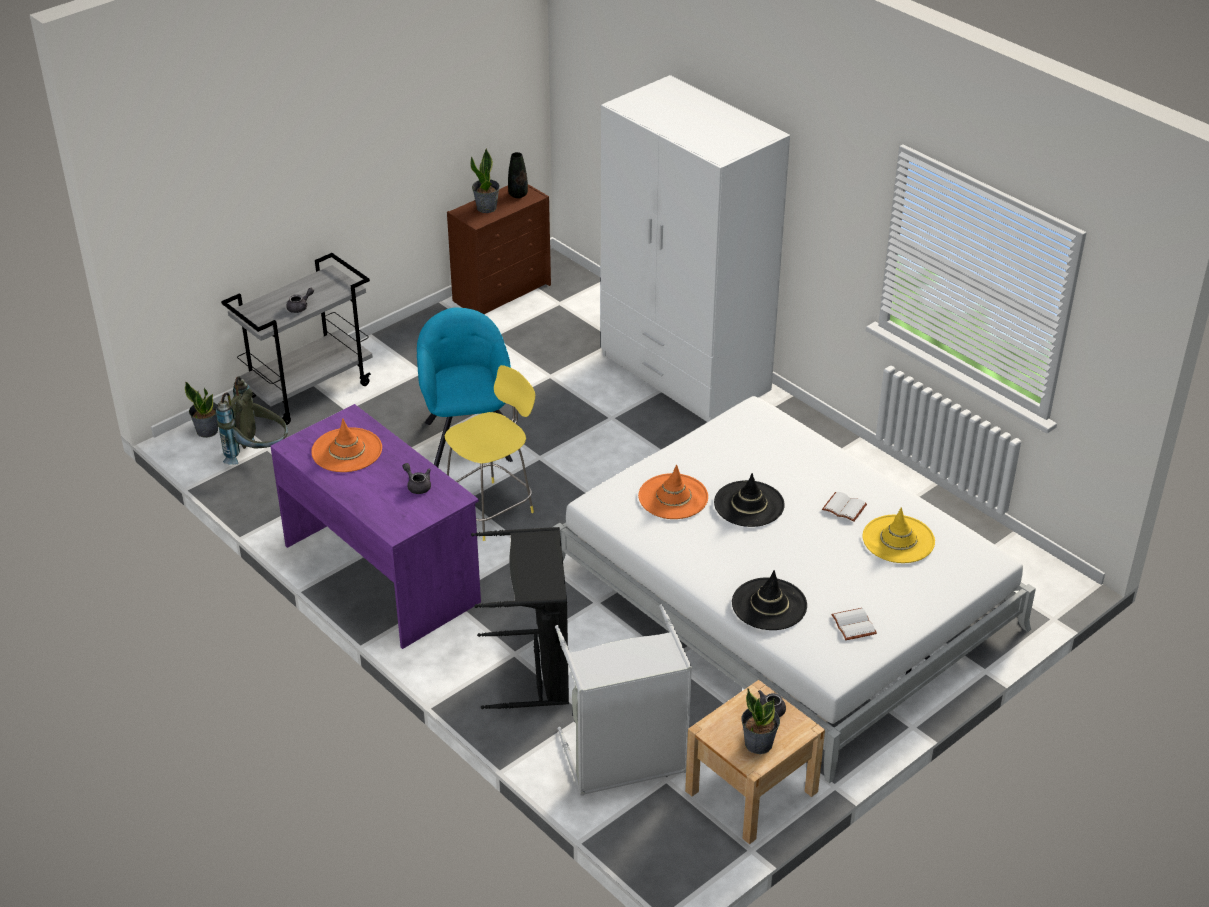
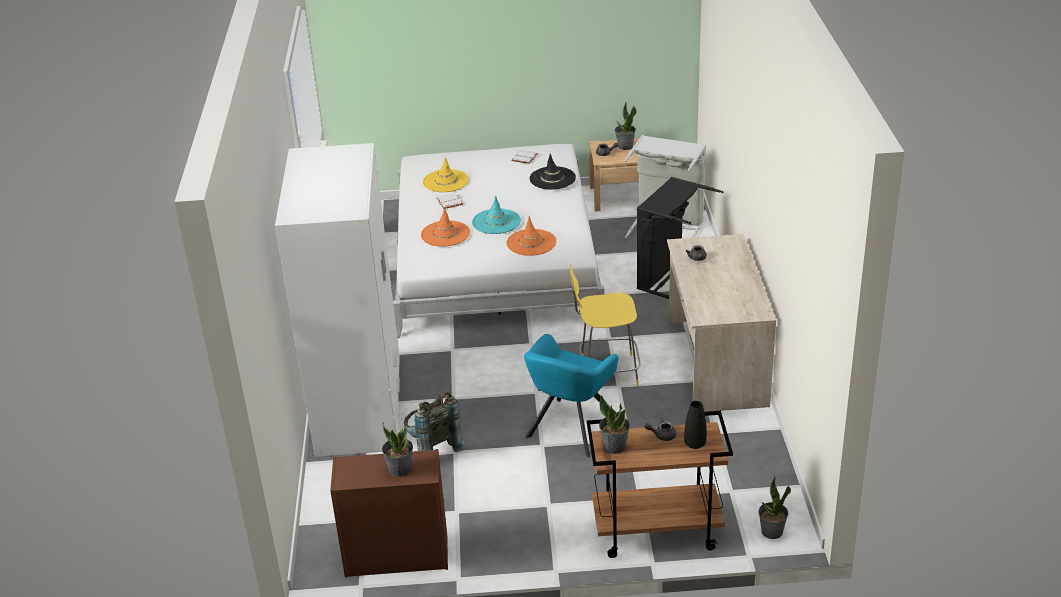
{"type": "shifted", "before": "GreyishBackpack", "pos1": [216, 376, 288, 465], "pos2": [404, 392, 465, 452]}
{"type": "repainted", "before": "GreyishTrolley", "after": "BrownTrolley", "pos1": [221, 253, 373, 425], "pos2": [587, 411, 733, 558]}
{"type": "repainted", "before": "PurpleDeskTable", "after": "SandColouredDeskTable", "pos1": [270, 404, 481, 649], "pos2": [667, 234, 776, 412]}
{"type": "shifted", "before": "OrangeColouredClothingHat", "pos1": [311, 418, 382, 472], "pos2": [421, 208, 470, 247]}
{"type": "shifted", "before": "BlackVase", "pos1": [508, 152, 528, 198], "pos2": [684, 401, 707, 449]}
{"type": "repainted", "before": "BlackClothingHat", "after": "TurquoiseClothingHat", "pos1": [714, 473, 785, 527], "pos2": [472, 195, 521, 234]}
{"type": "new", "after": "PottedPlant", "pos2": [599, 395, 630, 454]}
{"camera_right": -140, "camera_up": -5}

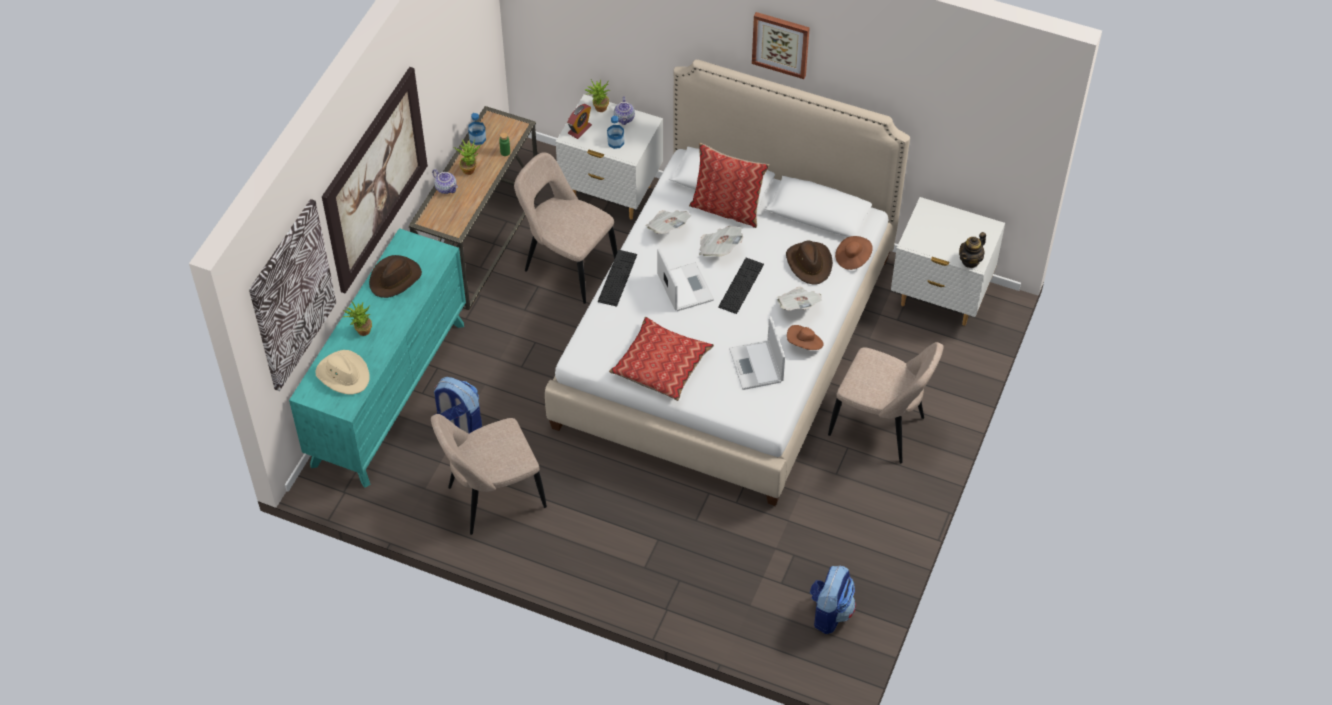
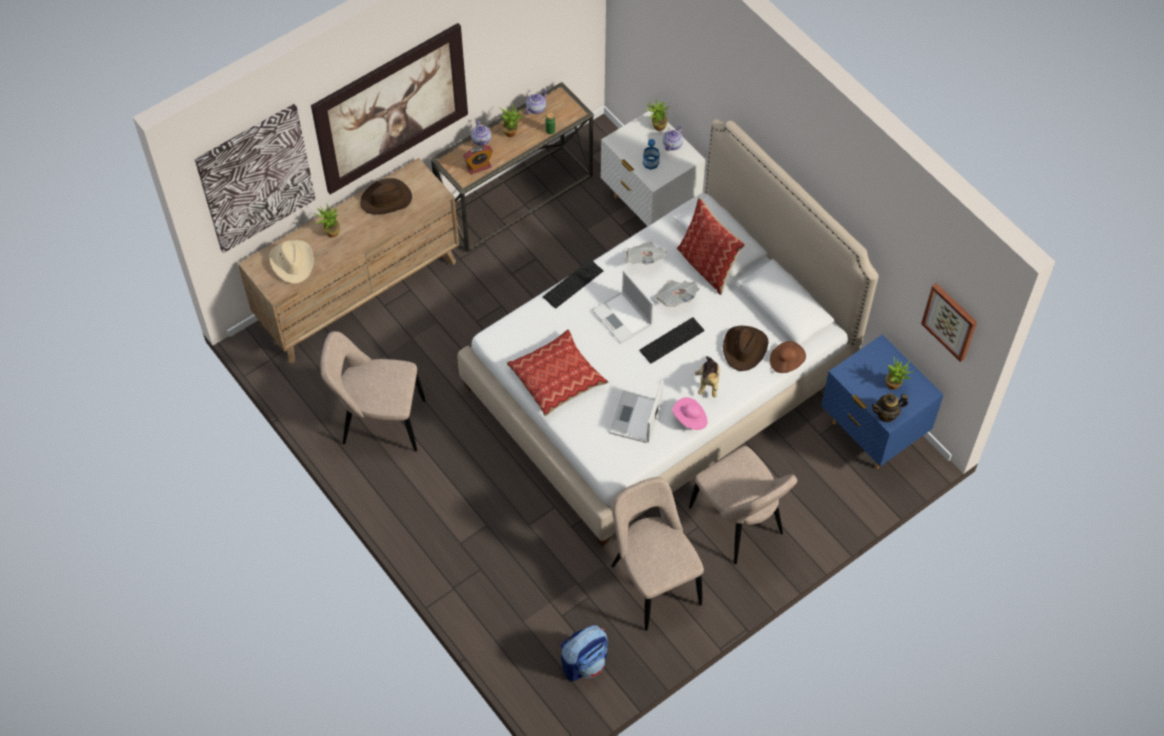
{"type": "repainted", "before": "TurquoiseChestOfDrawers", "after": "BrownChestOfDrawers", "pos1": [289, 228, 466, 488], "pos2": [238, 158, 459, 363]}
{"type": "gone", "before": "Backpack", "pos1": [434, 377, 482, 434]}
{"type": "swapped", "before": "Bottle", "after": "PotForTea", "pos1": [468, 113, 486, 145], "pos2": [525, 89, 547, 115]}
{"type": "shifted", "before": "SandColouredPlainChair", "pos1": [514, 152, 617, 304], "pos2": [611, 477, 704, 631]}
{"type": "shifted", "before": "TableClock", "pos1": [567, 104, 592, 139], "pos2": [463, 145, 493, 175]}
{"type": "rotated", "before": "PortableComputer", "pos1": [657, 248, 714, 311], "pos2": [592, 270, 654, 344], "turn": 135}
{"type": "shifted", "before": "Picture", "pos1": [752, 12, 810, 79], "pos2": [921, 283, 977, 362]}
{"type": "swapped", "before": "PrintedPaper", "after": "CuddlyToy", "pos1": [777, 287, 822, 310], "pos2": [695, 356, 720, 397]}
{"type": "repainted", "before": "BrownClothingHat", "after": "PinkColouredClothingHat", "pos1": [787, 325, 823, 350], "pos2": [672, 397, 707, 430]}
{"type": "repainted", "before": "WhiteBedsideTable", "after": "BluishBedsideTable", "pos1": [891, 197, 1005, 326], "pos2": [821, 334, 944, 469]}
{"type": "new", "after": "PottedPlant", "pos2": [886, 356, 914, 390]}
{"camera_right": 30, "camera_up": 5}

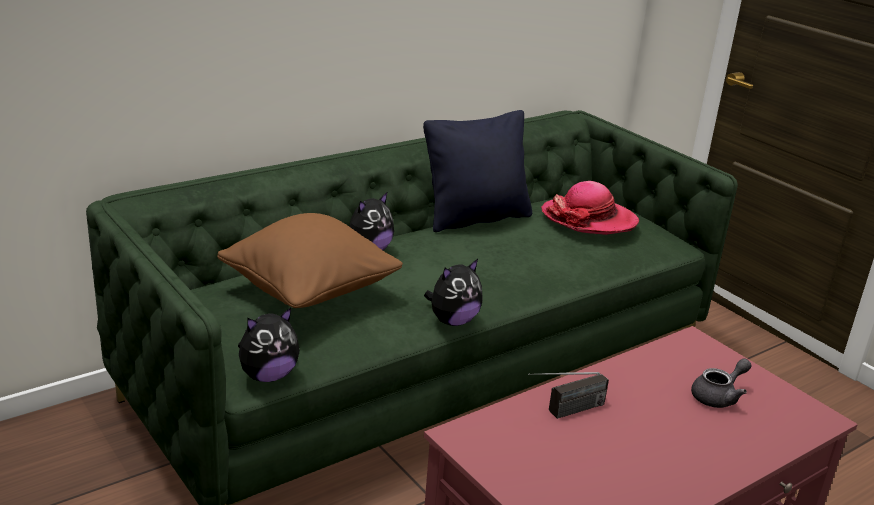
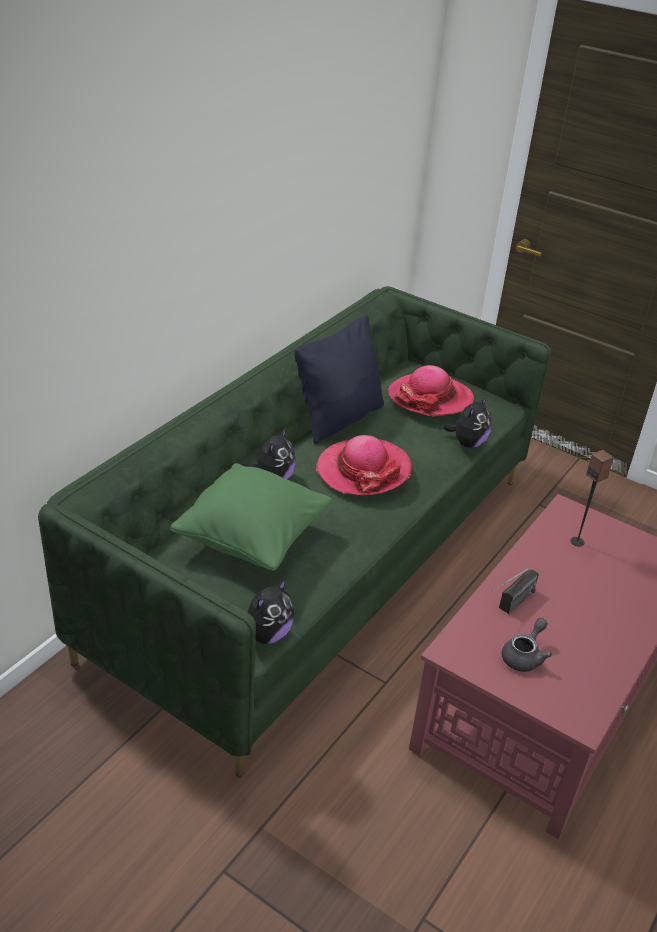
{"type": "repainted", "before": "BrownCushion", "after": "GreenCushion", "pos1": [217, 213, 403, 308], "pos2": [170, 463, 332, 570]}
{"type": "shifted", "before": "CuddlyToy", "pos1": [424, 259, 483, 326], "pos2": [443, 396, 492, 448]}
{"type": "shifted", "before": "GreyishPotForTea", "pos1": [691, 358, 751, 408], "pos2": [502, 618, 552, 672]}
{"type": "new", "after": "ClothingHat", "pos2": [316, 435, 412, 495]}
{"type": "new", "after": "Loudspeaker", "pos2": [570, 450, 614, 547]}
{"camera_right": -20, "camera_up": 10}

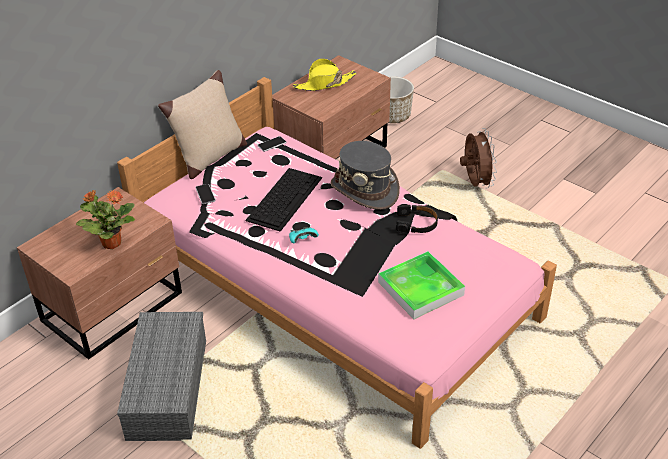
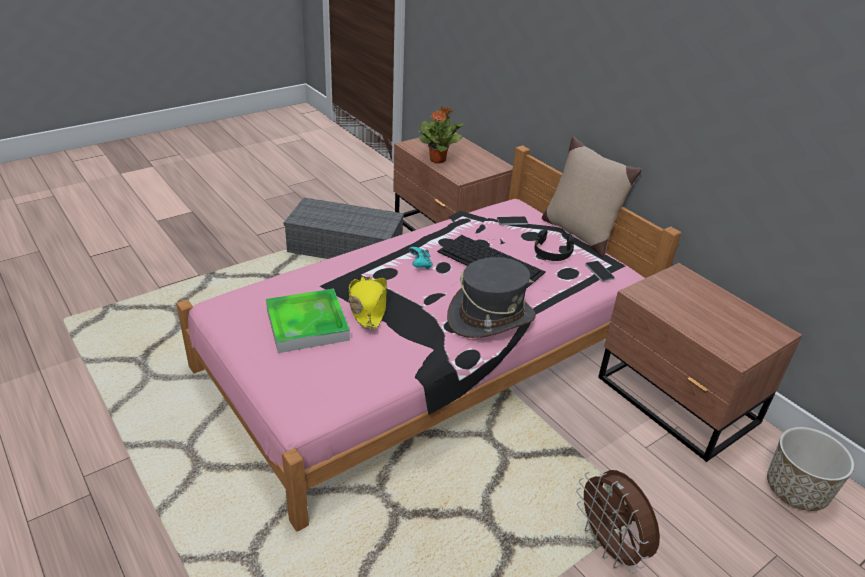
{"type": "shifted", "before": "YellowColouredClothingHat", "pos1": [293, 58, 357, 91], "pos2": [348, 276, 387, 330]}
{"type": "shifted", "before": "BlackHeadphones", "pos1": [396, 204, 438, 233], "pos2": [534, 229, 574, 261]}
{"type": "rotated", "before": "BrownElectricFan", "pos1": [460, 128, 497, 189], "pos2": [576, 470, 660, 573], "turn": 60}
{"camera_right": 100, "camera_up": -5}

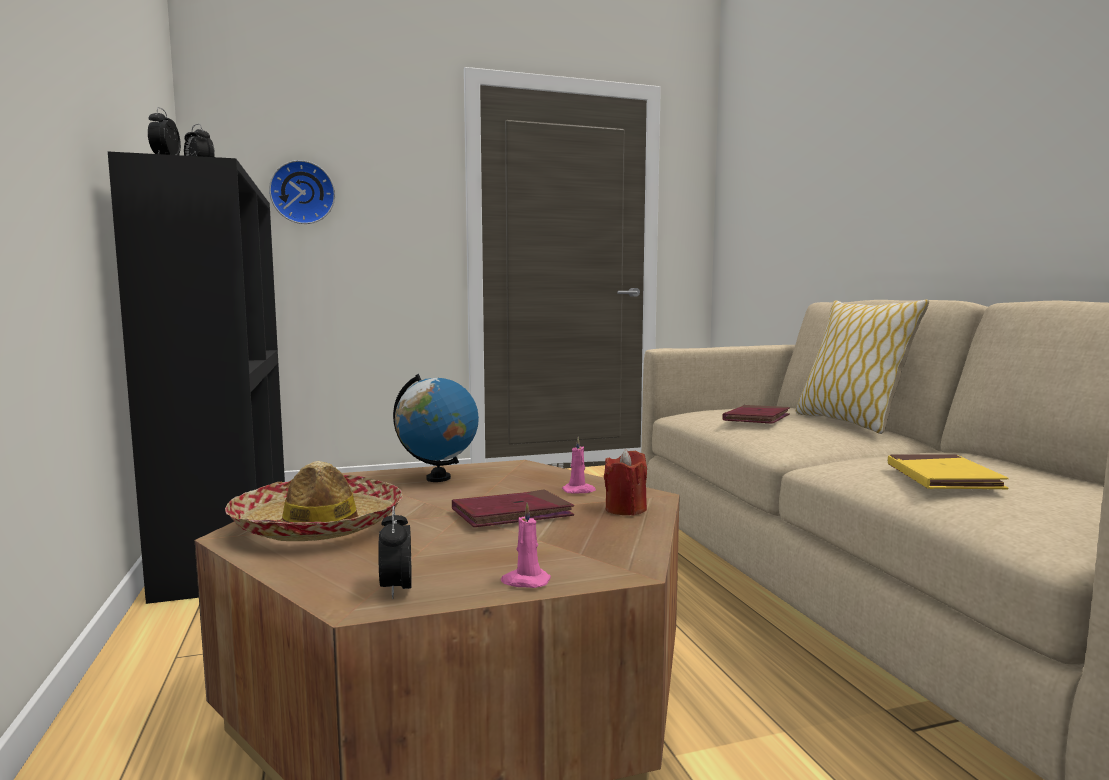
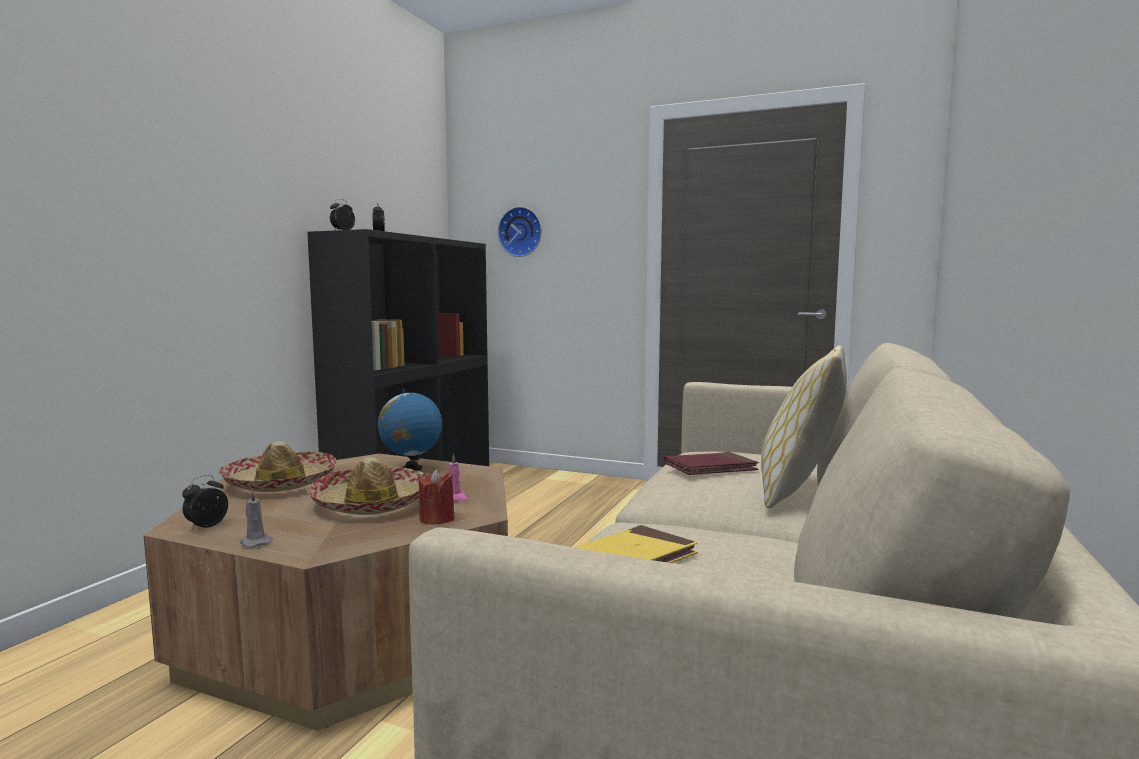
{"type": "swapped", "before": "ReddishVolume", "after": "ClothingHat", "pos1": [452, 489, 574, 527], "pos2": [307, 457, 428, 515]}
{"type": "repainted", "before": "PinkColouredWaxLight", "after": "GreyishWaxLight", "pos1": [501, 503, 551, 588], "pos2": [240, 489, 273, 548]}
{"camera_right": 40, "camera_up": 0}

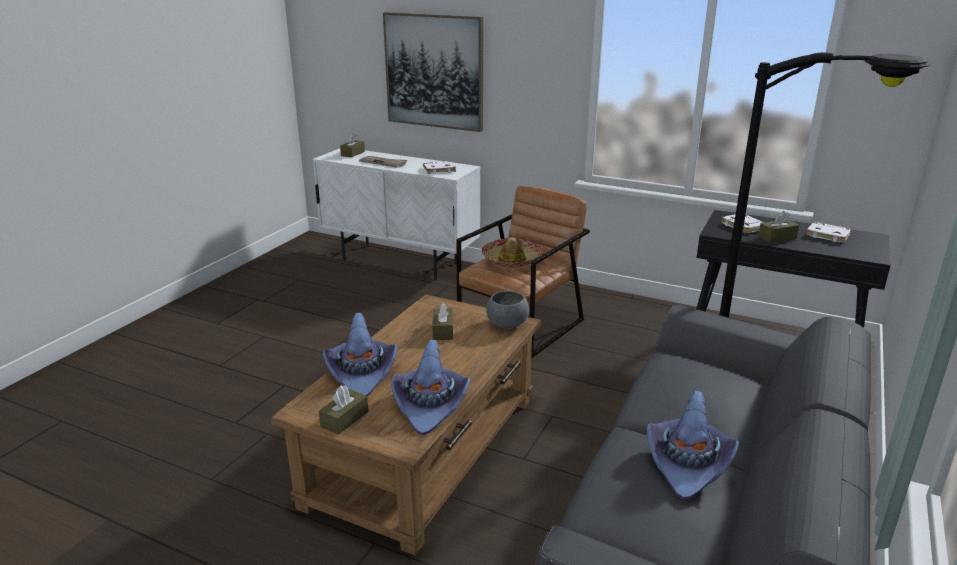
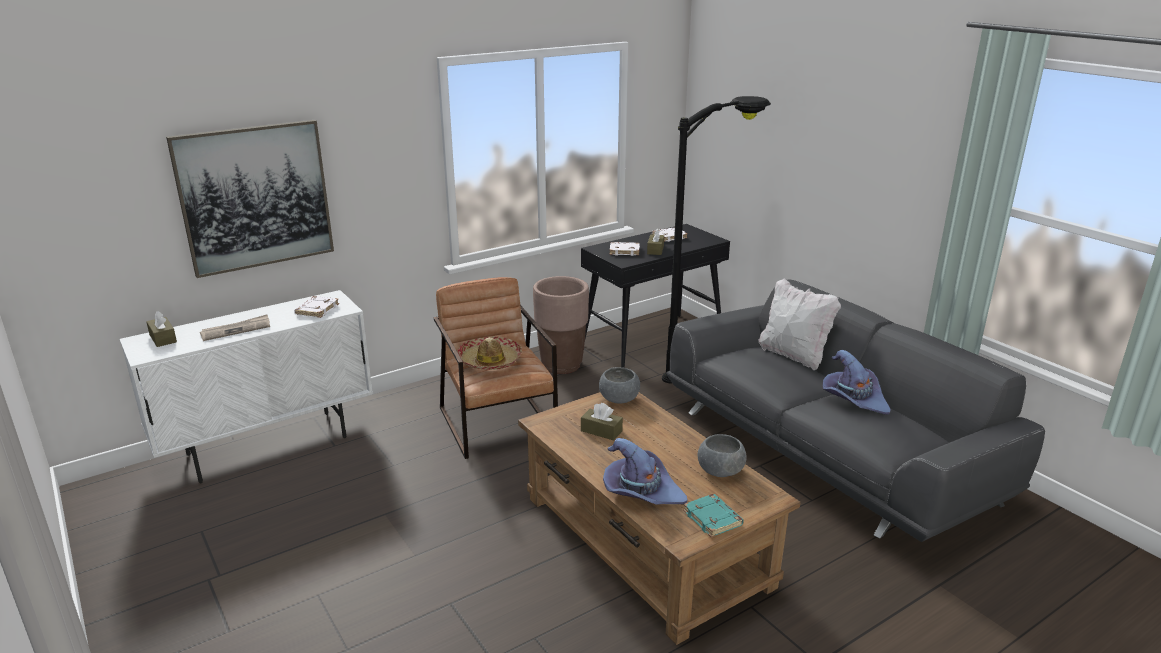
{"type": "swapped", "before": "BrownBoxOfTissues", "after": "TurquoiseVolume", "pos1": [319, 385, 368, 435], "pos2": [683, 494, 744, 537]}
{"type": "swapped", "before": "PurpleClothingHat", "after": "GreyishServingBowl", "pos1": [391, 340, 471, 435], "pos2": [698, 434, 747, 477]}
{"type": "new", "after": "BrownFlowerPot", "pos2": [533, 276, 589, 374]}
{"type": "new", "after": "WhiteCushion", "pos2": [759, 278, 841, 370]}
{"camera_right": -60, "camera_up": 0}

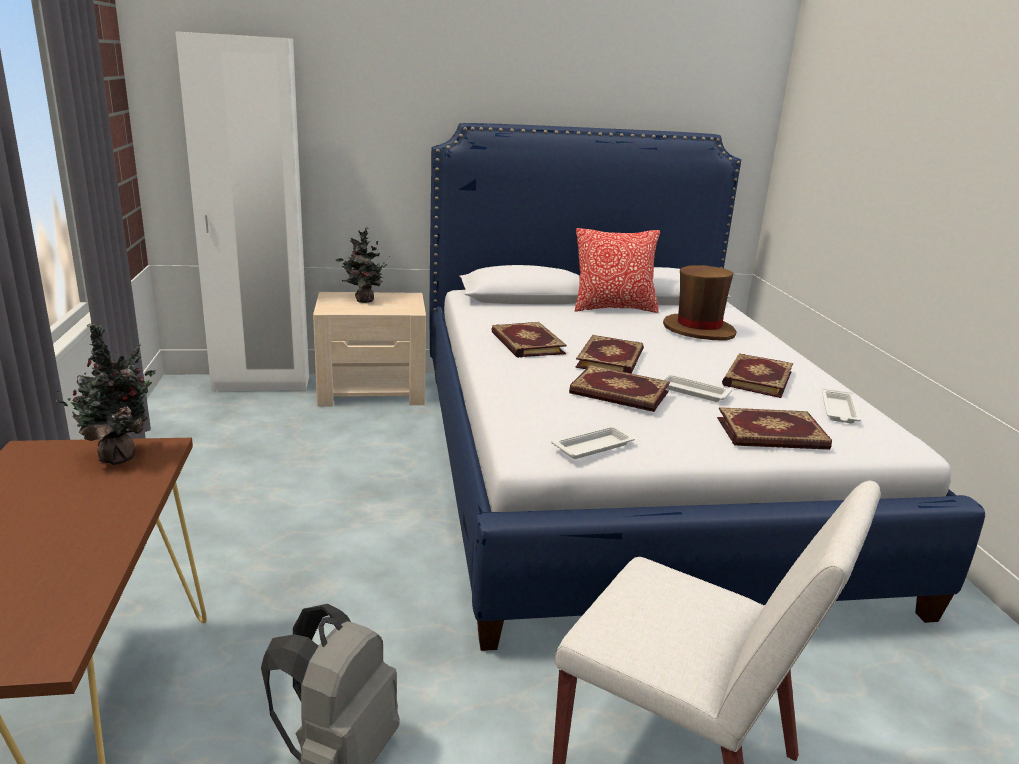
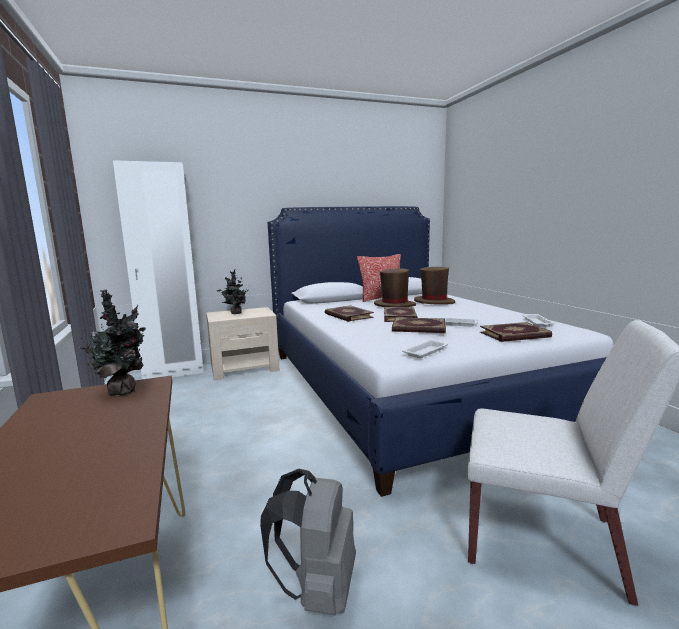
{"type": "gone", "before": "Volume", "pos1": [722, 353, 793, 398]}
{"type": "new", "after": "BrownClothingHat", "pos2": [374, 269, 416, 307]}
{"camera_right": -10, "camera_up": -10}

